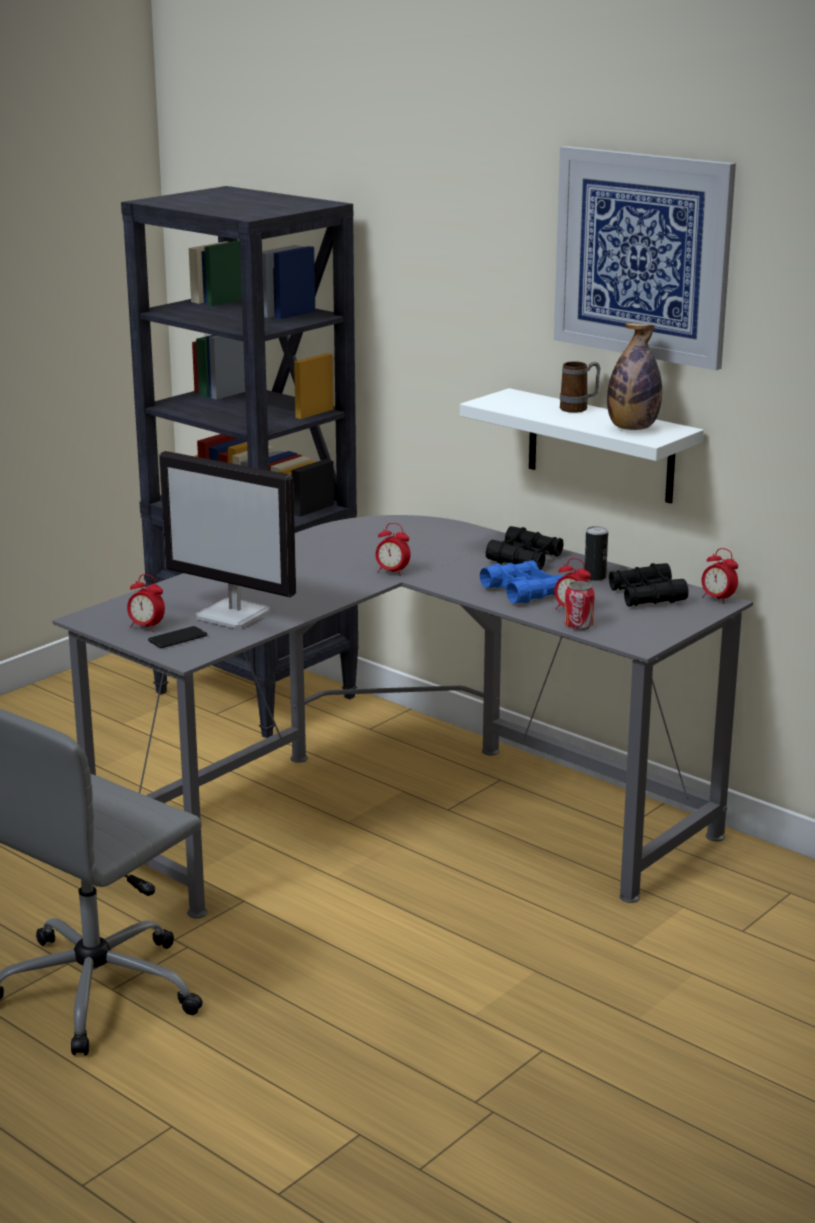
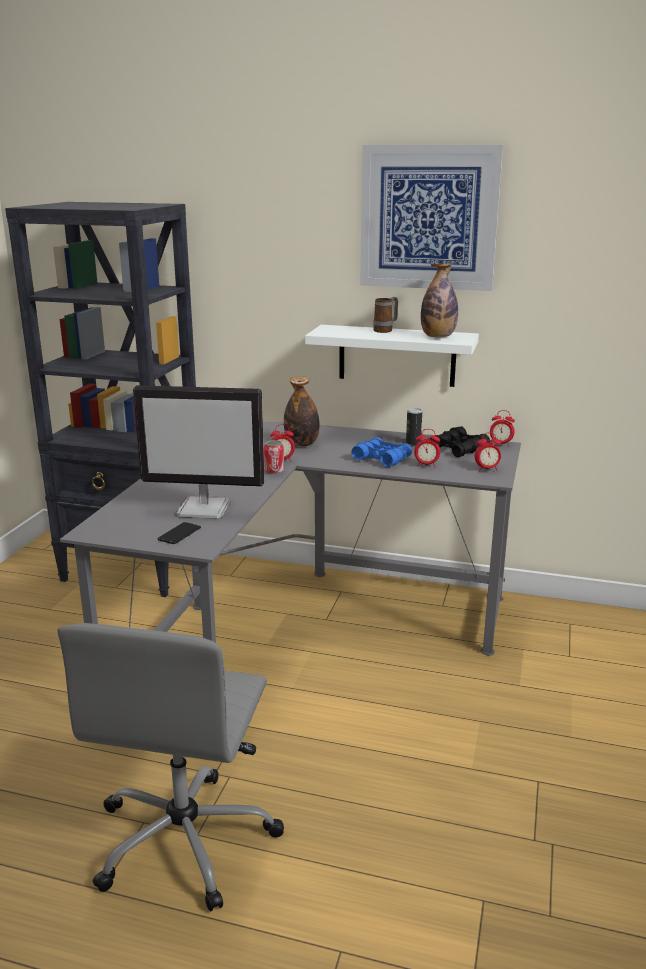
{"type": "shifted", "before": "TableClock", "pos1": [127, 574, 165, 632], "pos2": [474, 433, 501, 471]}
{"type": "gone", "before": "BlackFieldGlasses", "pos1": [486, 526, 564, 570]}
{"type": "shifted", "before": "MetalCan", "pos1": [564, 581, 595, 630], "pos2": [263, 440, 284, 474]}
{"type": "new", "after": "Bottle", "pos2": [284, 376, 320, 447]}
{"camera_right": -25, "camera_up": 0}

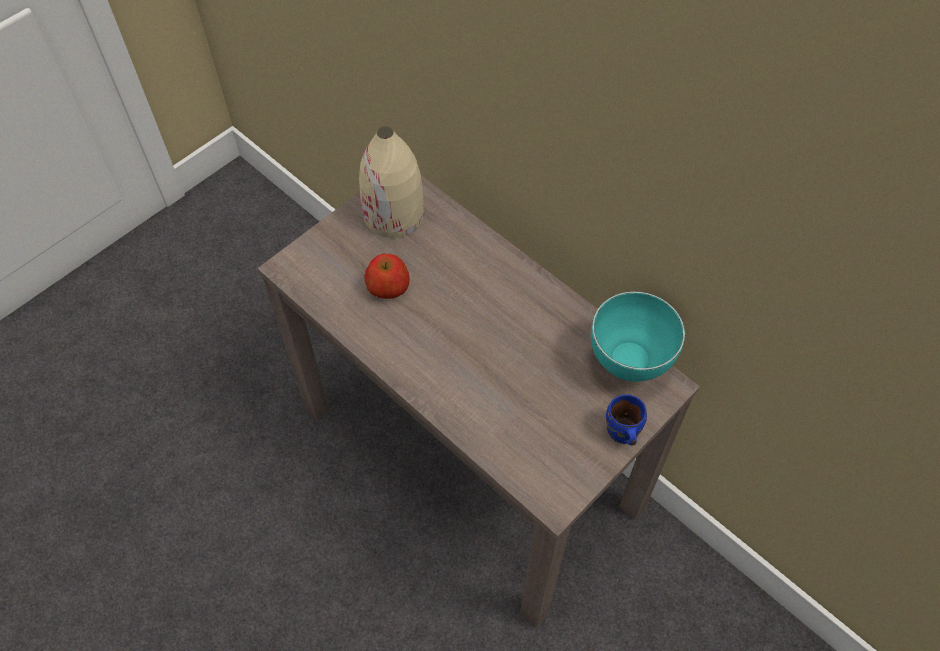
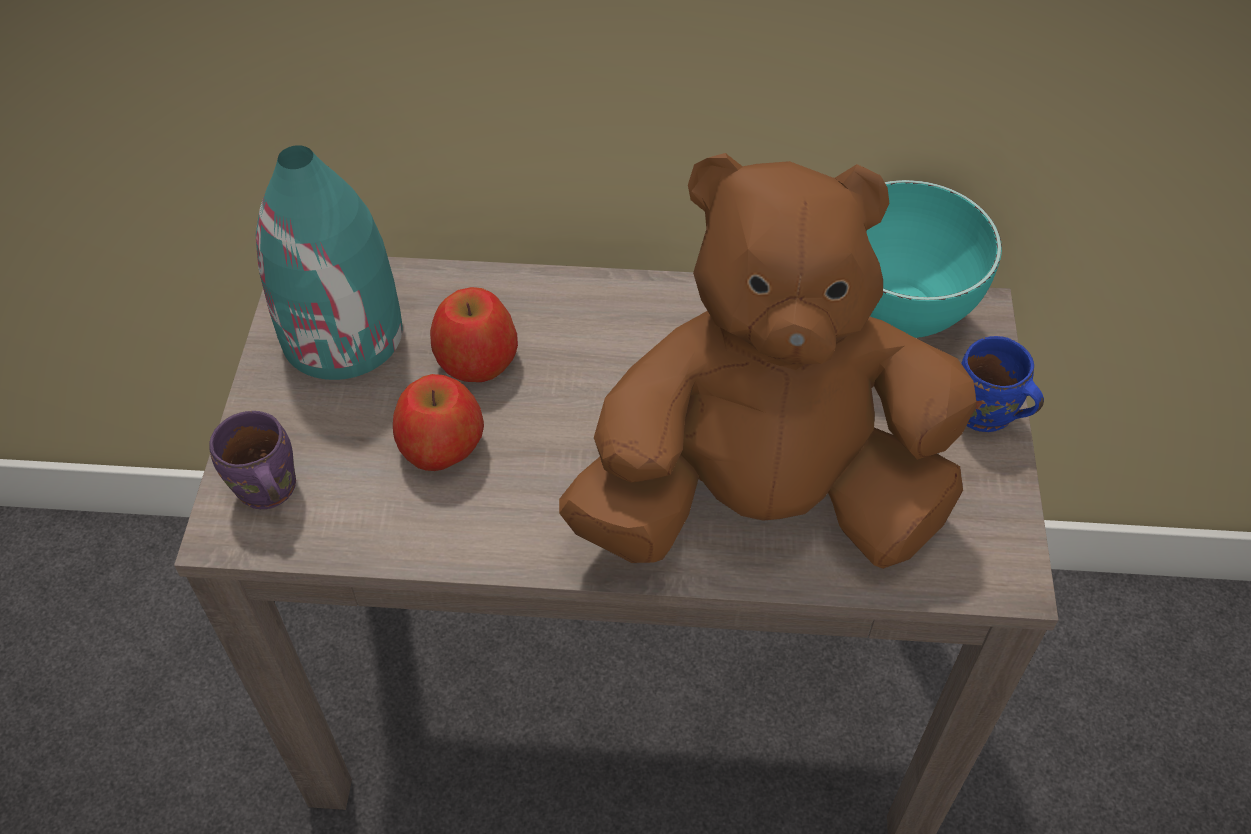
{"type": "repainted", "before": "SandColouredVase", "after": "TurquoiseVase", "pos1": [359, 126, 424, 238], "pos2": [256, 145, 403, 380]}
{"type": "new", "after": "PurpleMug", "pos2": [209, 411, 296, 509]}
{"type": "new", "after": "AppleFruit", "pos2": [430, 287, 518, 382]}
{"type": "new", "after": "BrownCuddlyToy", "pos2": [559, 153, 976, 569]}
{"camera_right": -40, "camera_up": -5}

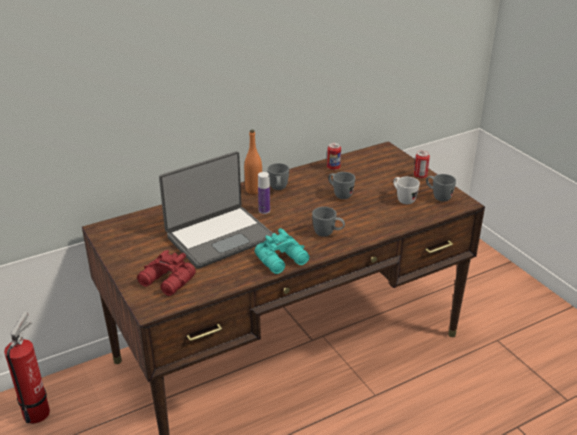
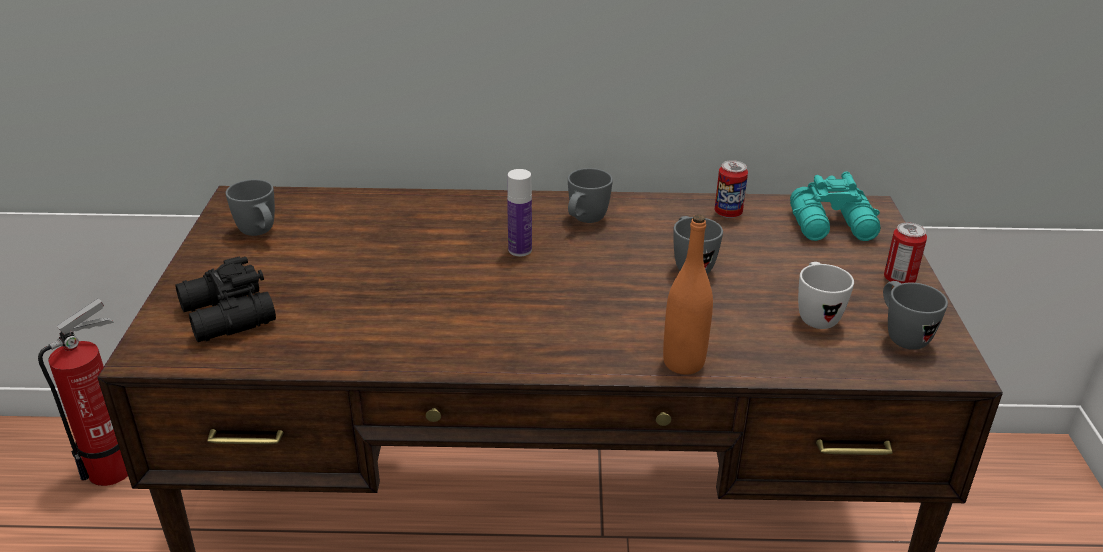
{"type": "repainted", "before": "ReddishFieldGlasses", "after": "BlackFieldGlasses", "pos1": [137, 250, 196, 296], "pos2": [175, 257, 276, 342]}
{"type": "gone", "before": "PortableComputer", "pos1": [159, 151, 273, 269]}
{"type": "shifted", "before": "OrangeColouredBottle", "pos1": [244, 130, 262, 194], "pos2": [663, 214, 713, 375]}
{"type": "shifted", "before": "TurquoiseFieldGlasses", "pos1": [255, 228, 309, 274], "pos2": [790, 171, 880, 241]}
{"type": "shifted", "before": "GreyishMug", "pos1": [312, 207, 345, 237], "pos2": [226, 179, 275, 236]}
{"camera_right": 30, "camera_up": 0}

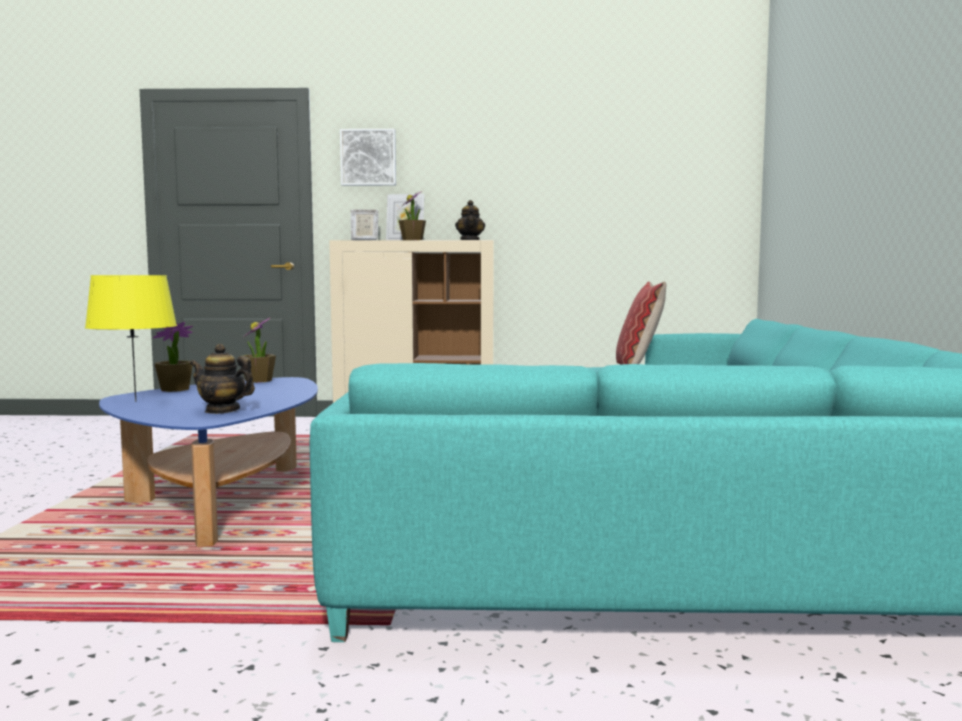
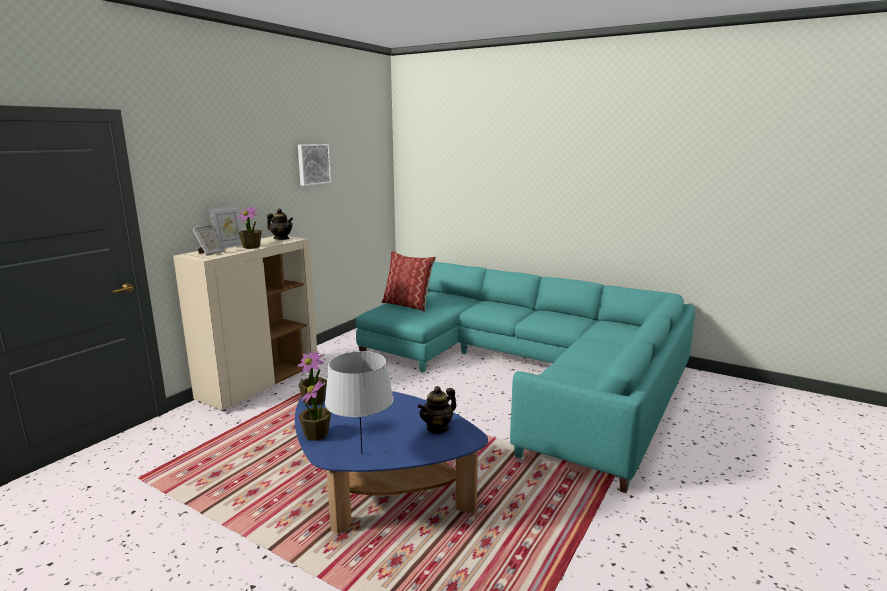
{"type": "repainted", "before": "YellowColouredTableLamp", "after": "GreyishTableLamp", "pos1": [85, 275, 177, 402], "pos2": [325, 351, 393, 454]}
{"type": "shifted", "before": "Picture", "pos1": [340, 129, 396, 186], "pos2": [298, 144, 331, 186]}
{"camera_right": -60, "camera_up": 10}

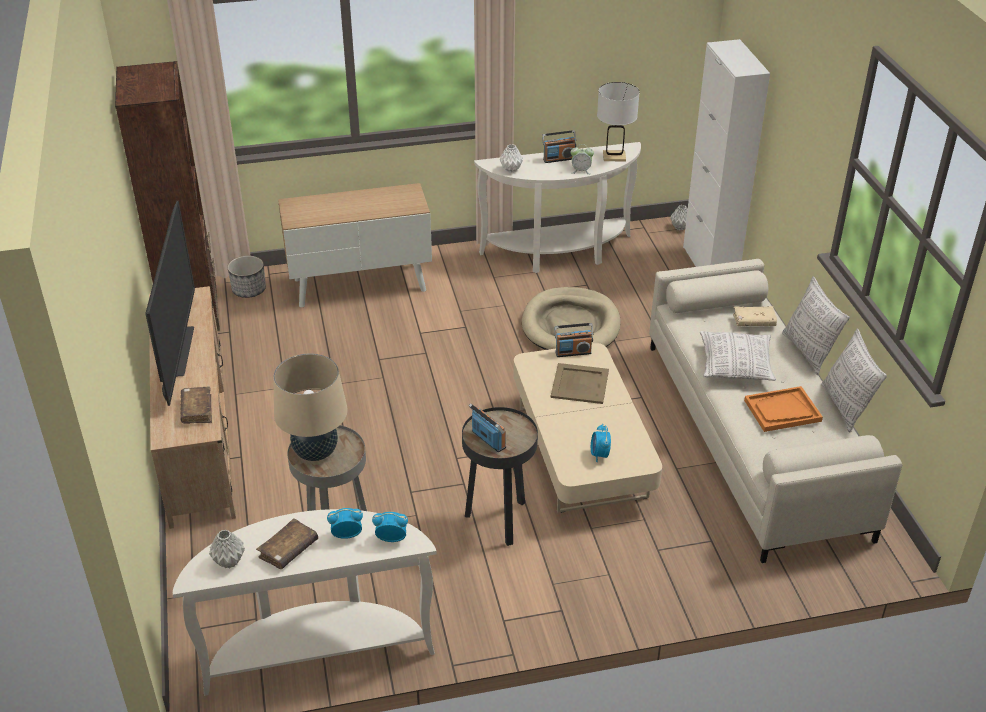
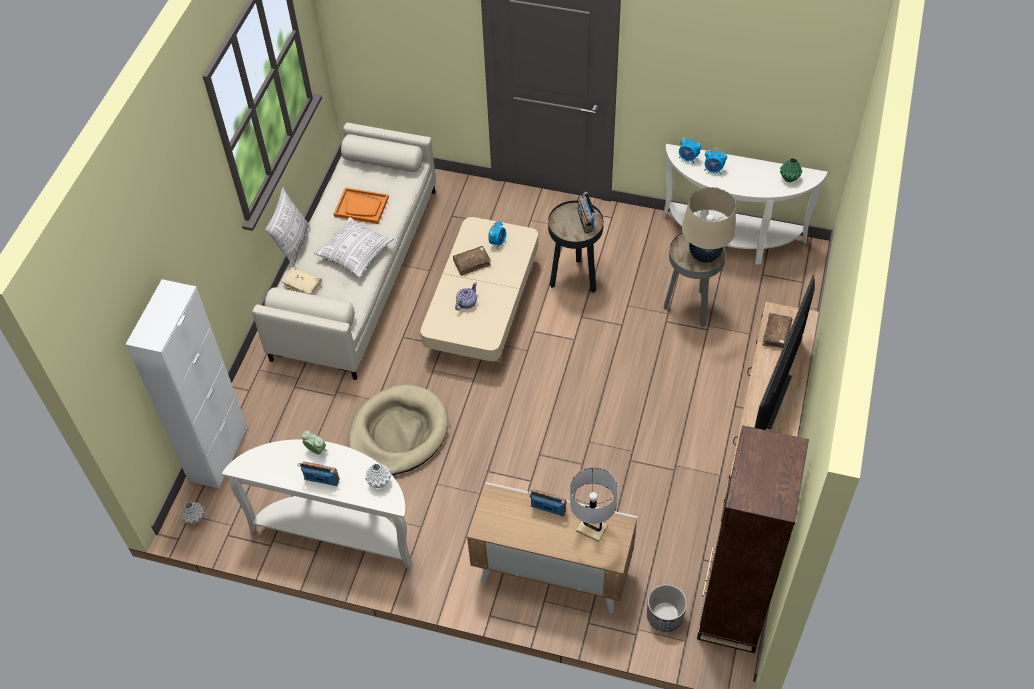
{"type": "repainted", "before": "GreyishVase", "after": "GreenVase", "pos1": [209, 530, 245, 568], "pos2": [780, 158, 802, 182]}
{"type": "shifted", "before": "BrownVolume", "pos1": [256, 518, 318, 569], "pos2": [453, 246, 491, 276]}
{"type": "swapped", "before": "SandColouredCarryingTray", "after": "PotForTea", "pos1": [551, 363, 609, 404], "pos2": [455, 283, 477, 310]}
{"type": "shifted", "before": "RadioReceiver", "pos1": [555, 323, 593, 357], "pos2": [528, 489, 567, 516]}
{"type": "shifted", "before": "WhiteTableLamp", "pos1": [597, 82, 640, 162], "pos2": [570, 468, 617, 542]}
{"type": "gone", "before": "Cushion", "pos1": [821, 328, 887, 433]}
{"camera_right": -150, "camera_up": 15}

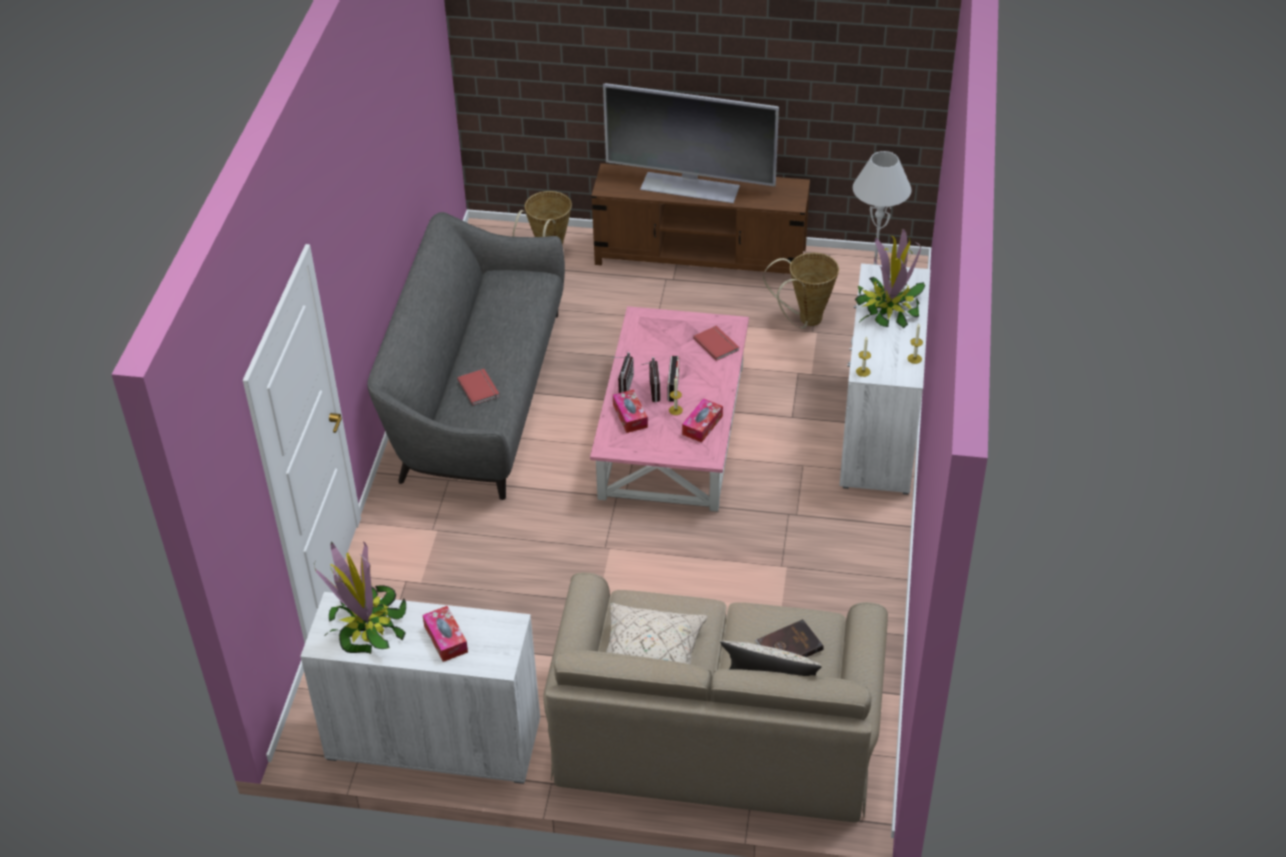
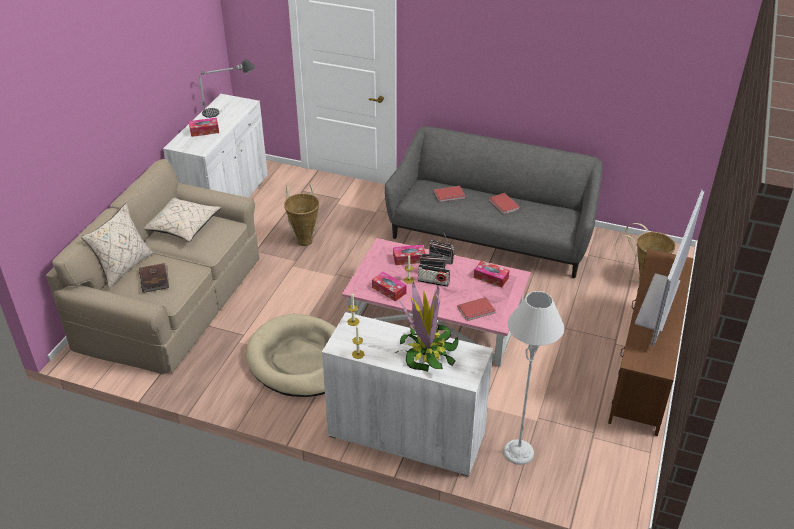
{"type": "swapped", "before": "PottedPlant", "after": "TableLamp", "pos1": [314, 541, 406, 654], "pos2": [199, 59, 255, 118]}
{"type": "shifted", "before": "Basket", "pos1": [763, 253, 839, 329], "pos2": [284, 183, 319, 246]}
{"type": "new", "after": "SandColouredDogBed", "pos2": [246, 314, 336, 397]}
{"type": "new", "after": "BoxOfTissues", "pos2": [474, 260, 509, 287]}
{"type": "new", "after": "ReddishVolume", "pos2": [489, 193, 520, 214]}
{"camera_right": 100, "camera_up": -5}

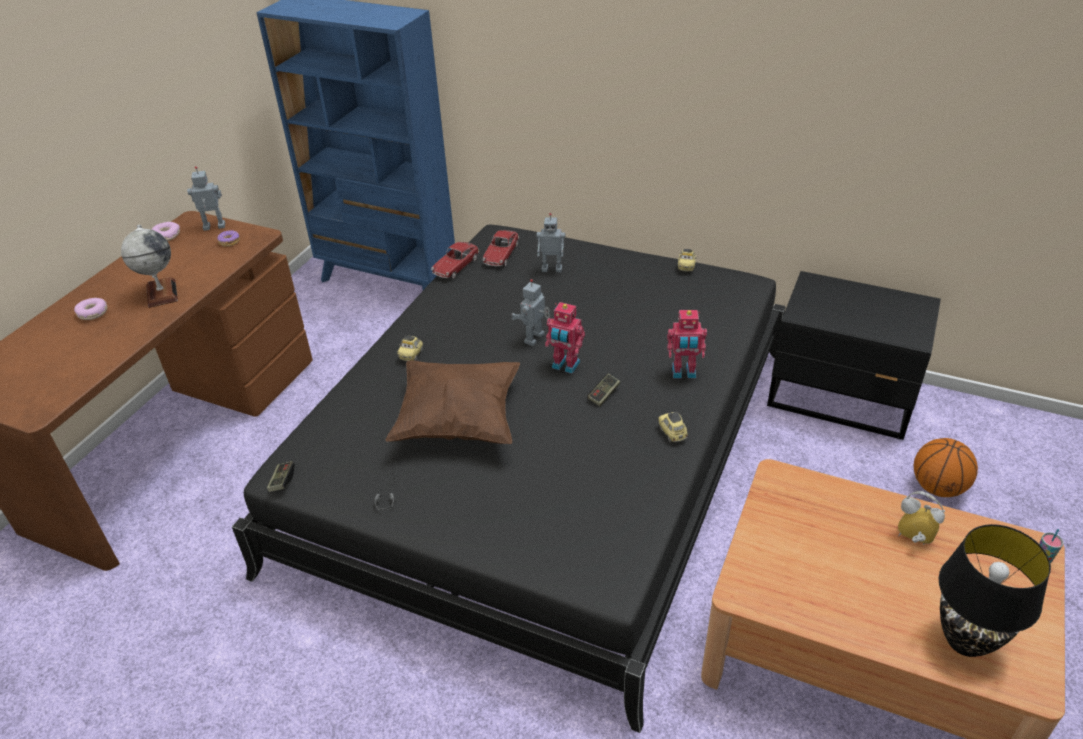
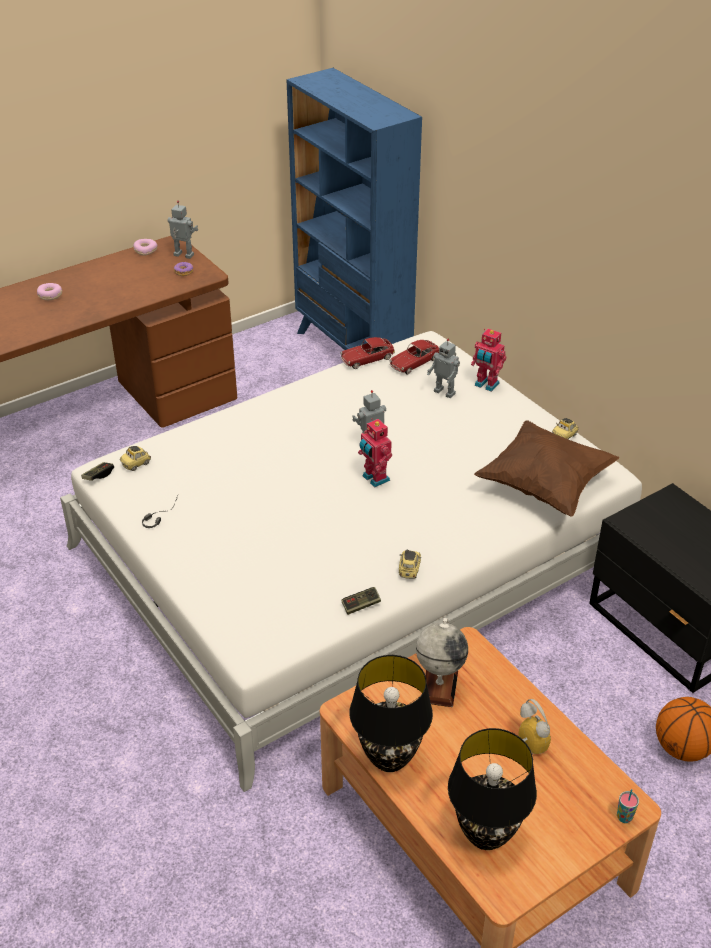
{"type": "shifted", "before": "DeskGlobe", "pos1": [121, 225, 178, 308], "pos2": [416, 618, 468, 707]}
{"type": "repainted", "before": "BlackBedroomBed", "after": "WhiteBedroomBed", "pos1": [232, 225, 786, 733], "pos2": [60, 331, 642, 792]}
{"type": "shifted", "before": "BrownCushion", "pos1": [385, 360, 520, 444], "pos2": [474, 420, 619, 517]}
{"type": "shifted", "before": "MiniatureCar", "pos1": [397, 336, 423, 361], "pos2": [120, 446, 151, 471]}
{"type": "shifted", "before": "GameController", "pos1": [587, 373, 620, 406], "pos2": [342, 587, 381, 615]}
{"type": "shifted", "before": "ModelRobot", "pos1": [667, 310, 707, 378], "pos2": [471, 329, 506, 392]}
{"type": "new", "after": "BlackTableLamp", "pos2": [349, 655, 433, 772]}
{"camera_right": 30, "camera_up": 0}

